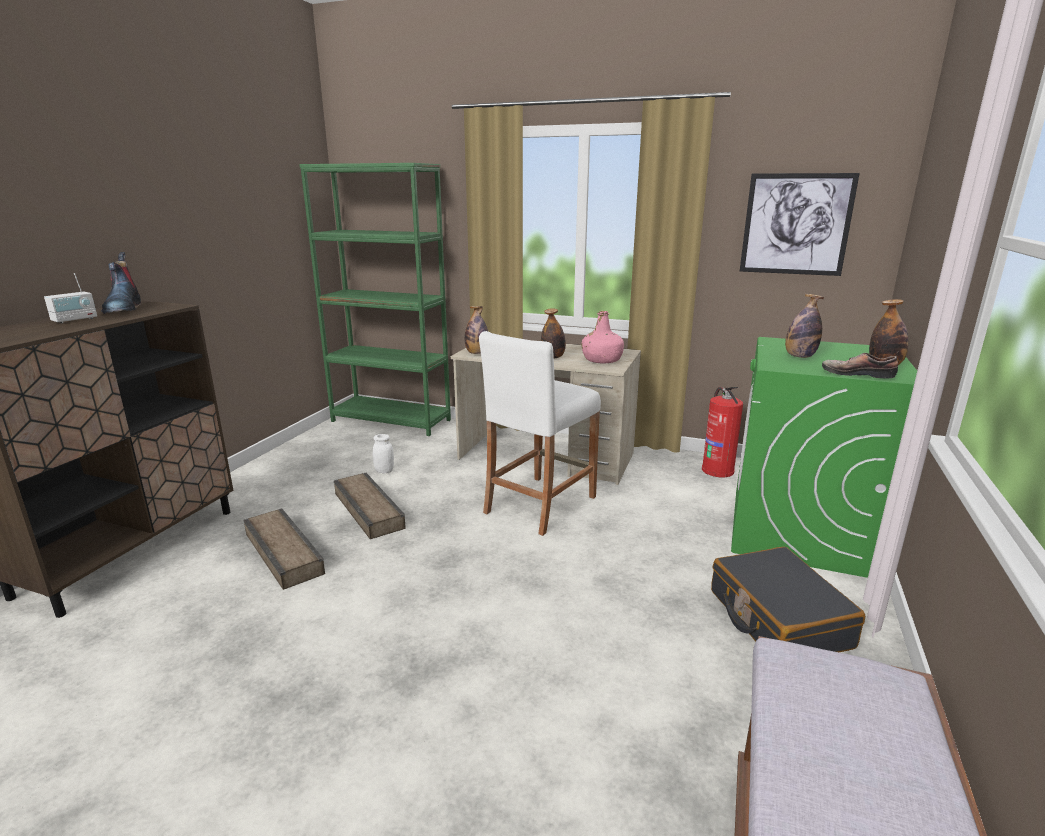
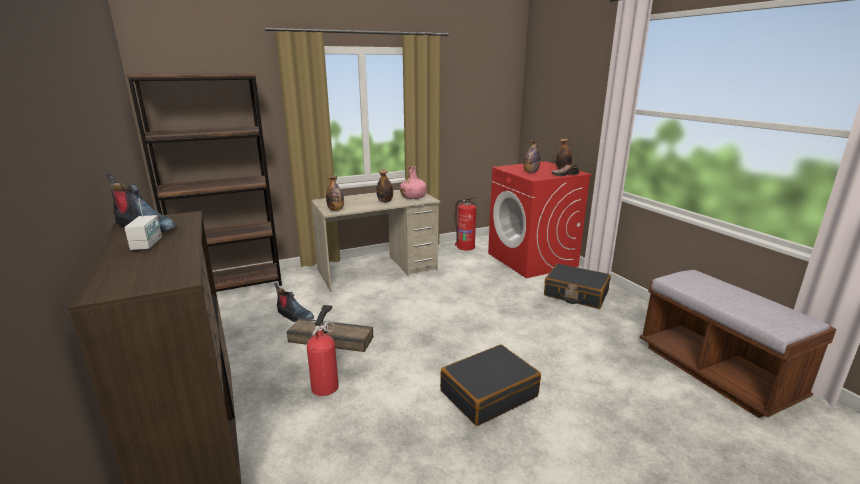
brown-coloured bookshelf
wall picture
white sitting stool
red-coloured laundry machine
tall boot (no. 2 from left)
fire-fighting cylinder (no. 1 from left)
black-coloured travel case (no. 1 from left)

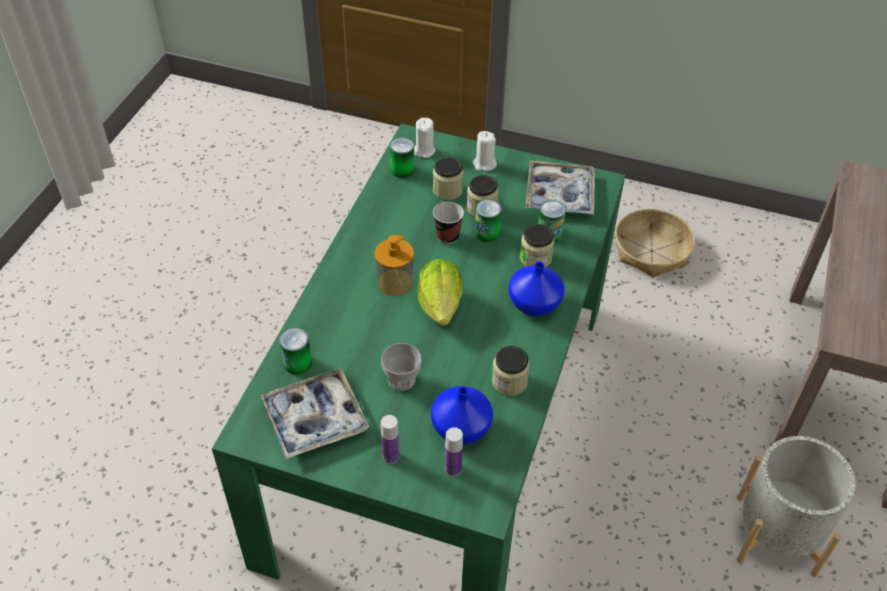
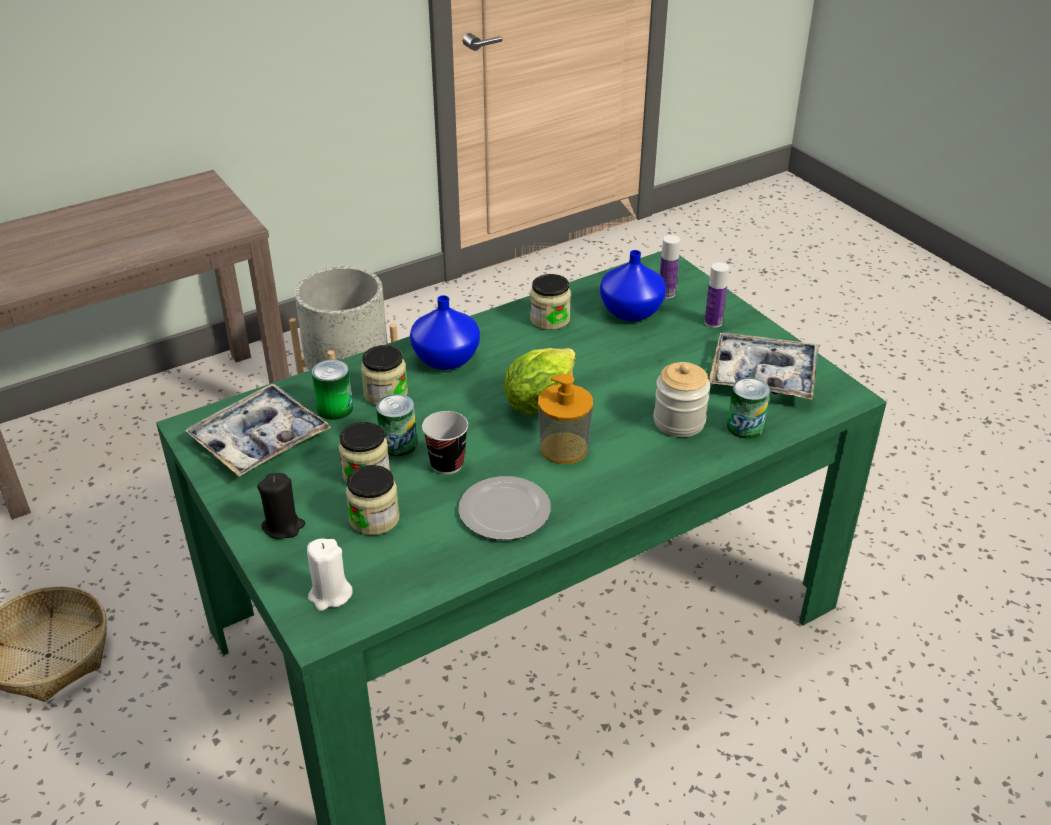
black-coloured candle
metal can (no. 2 from left in the first image)
cup (no. 1 from left in the first image)
preserve jar (no. 5 from left)
plate

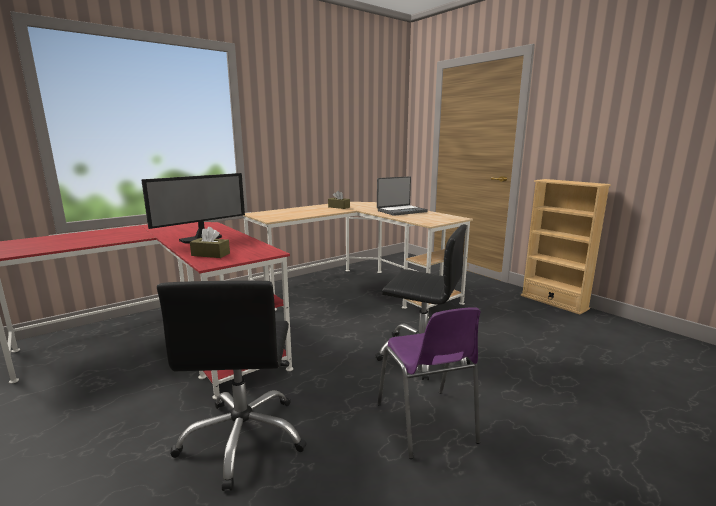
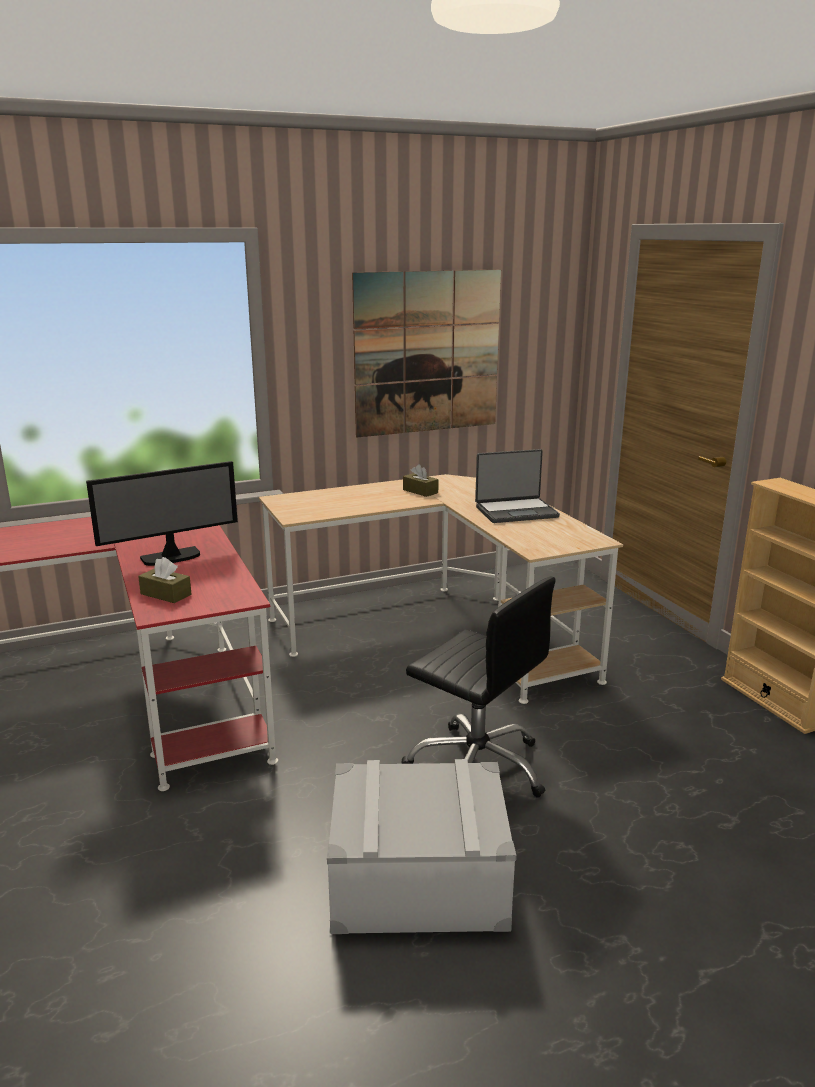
black-coloured desk chair (no. 1 from left in the first image)
greyish storage box
wall picture

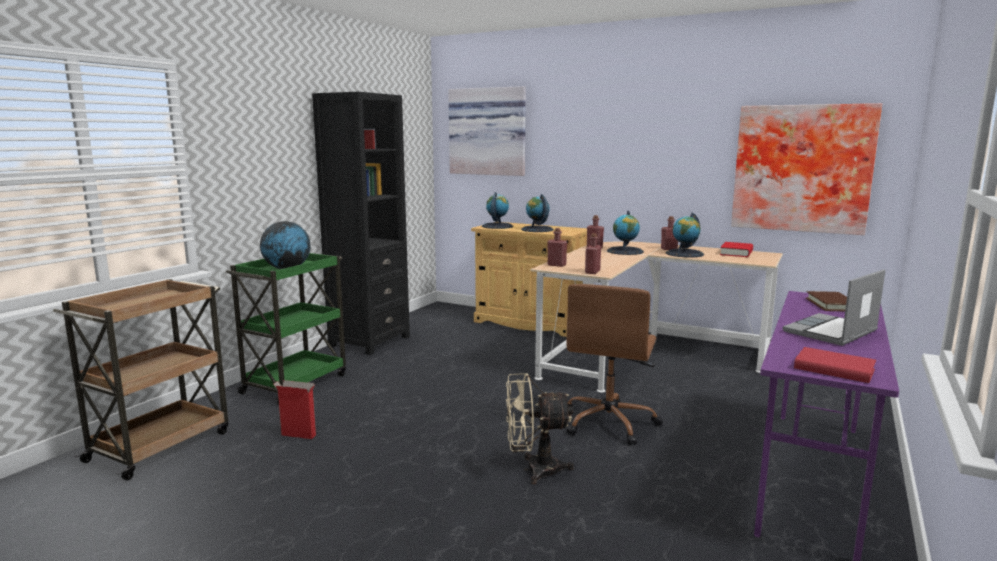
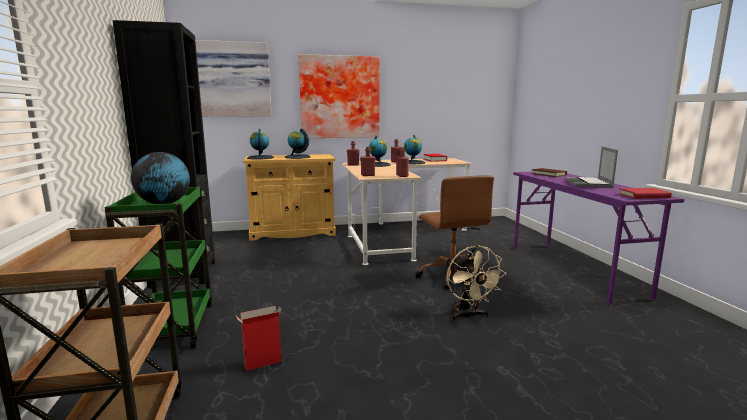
wall picture (no. 2 from left)
sand-coloured electric fan

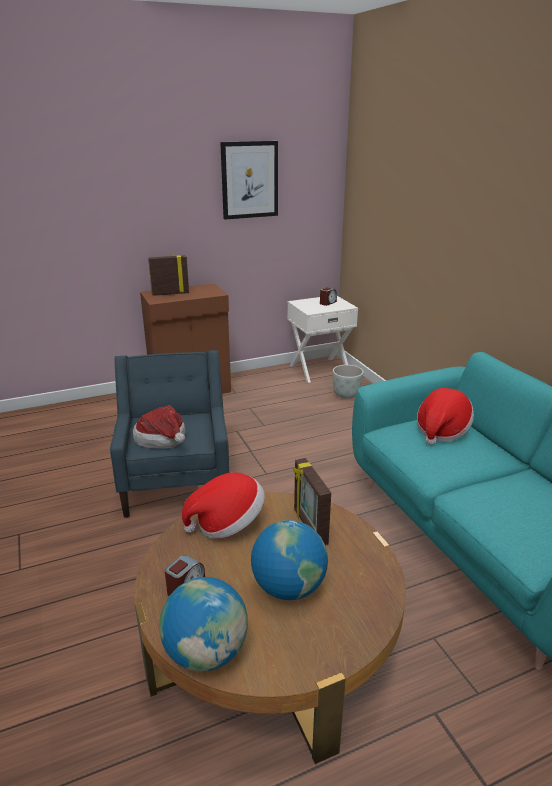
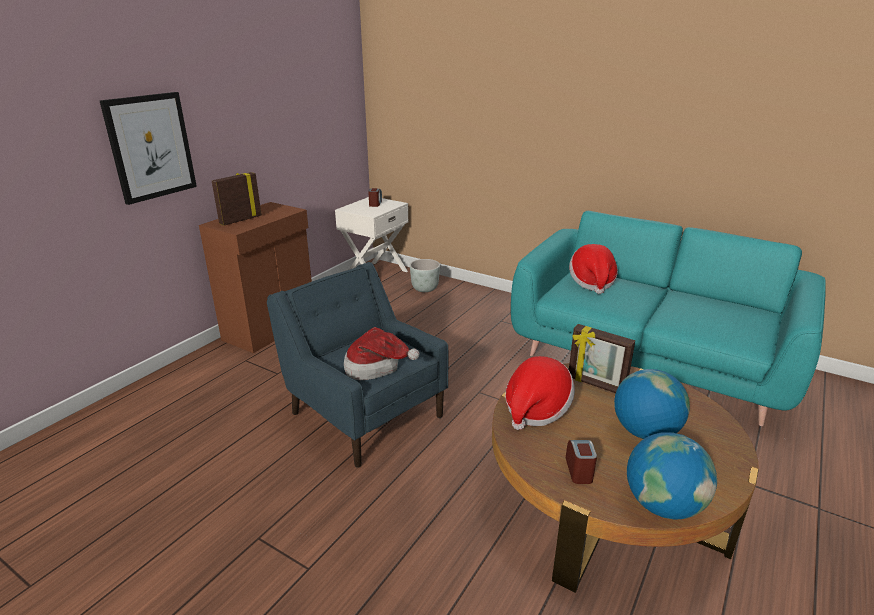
wall picture

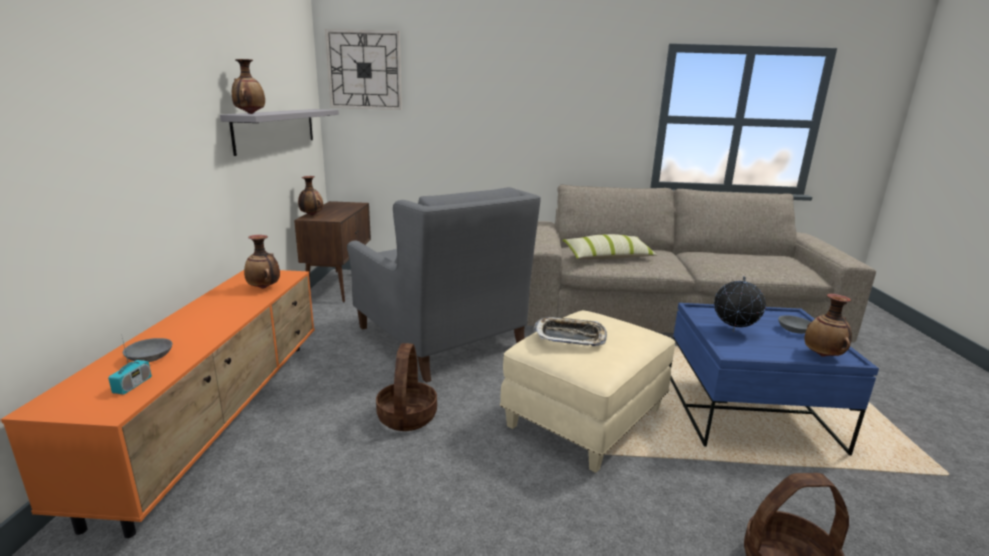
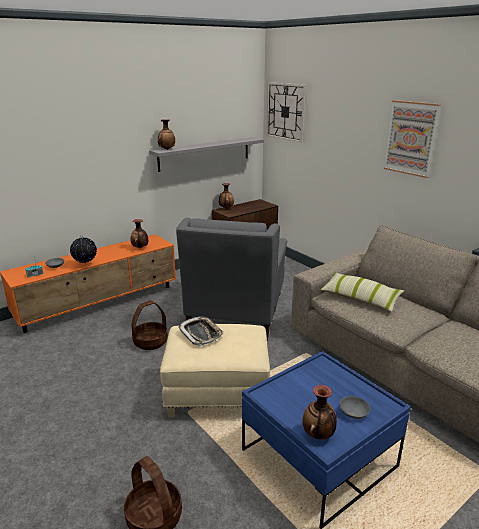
desk globe
wall picture

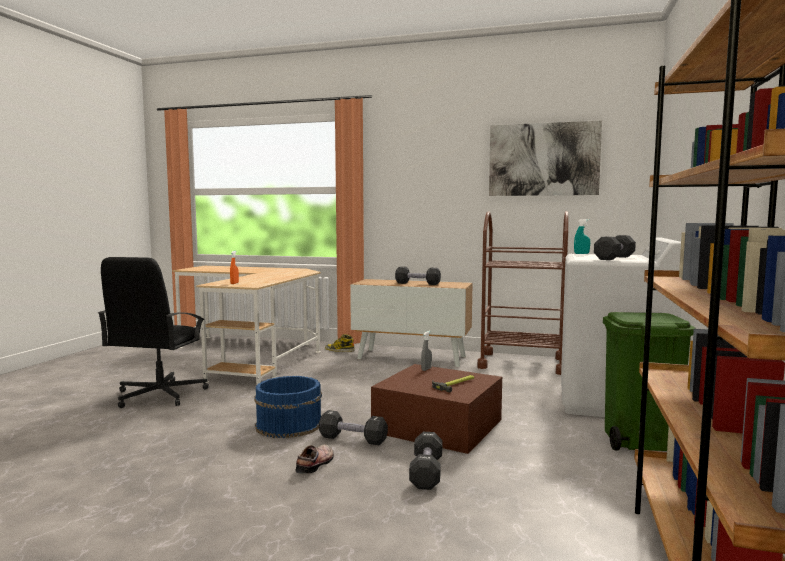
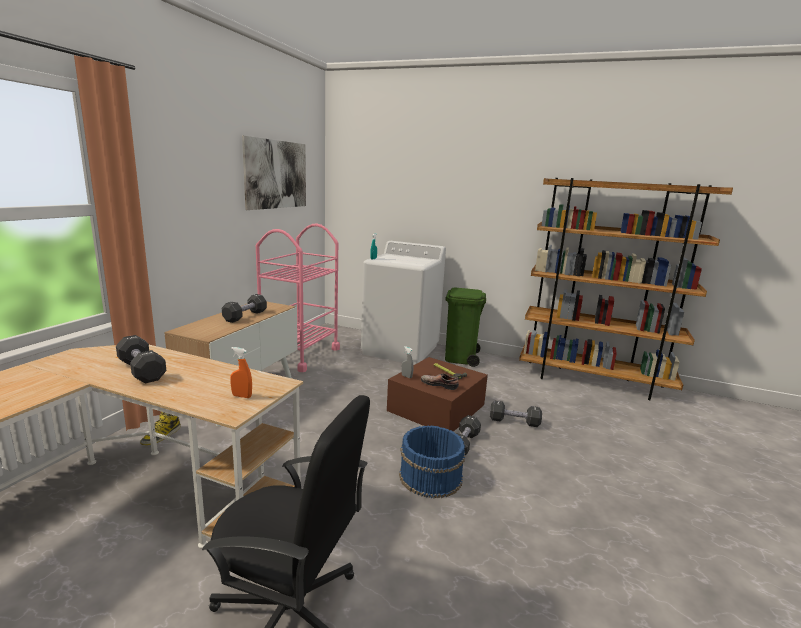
pink-coloured cart
black-coloured dumbbell (no. 1 from left)
shoe

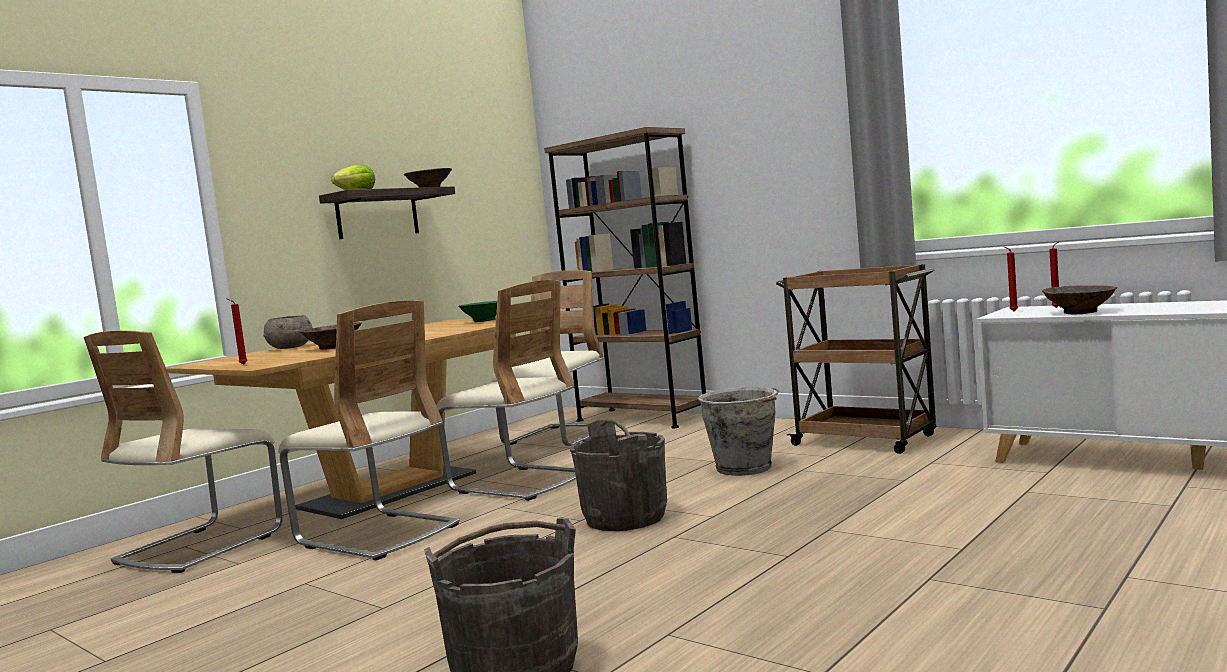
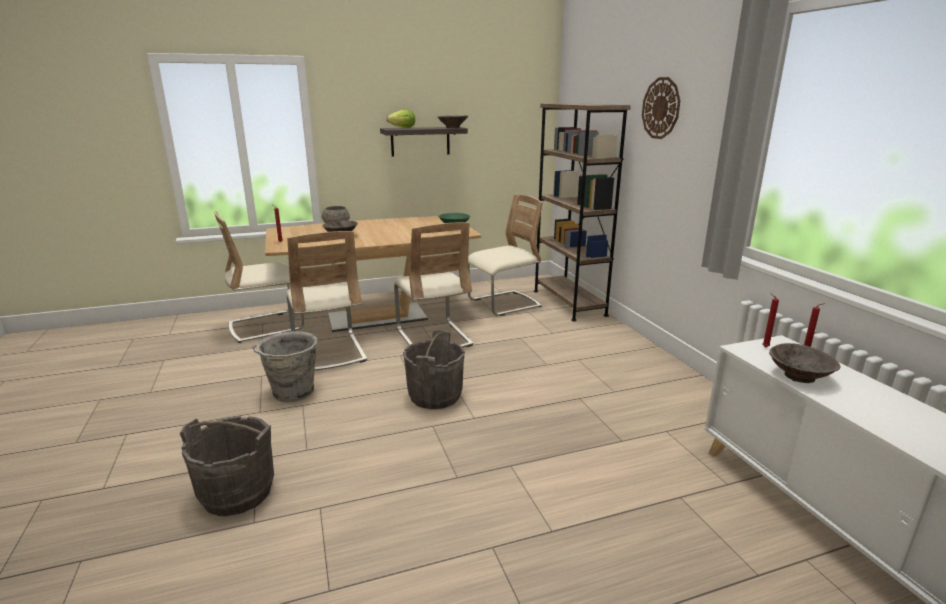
brown-coloured cart
greyish pail (no. 2 from left)
wall clock

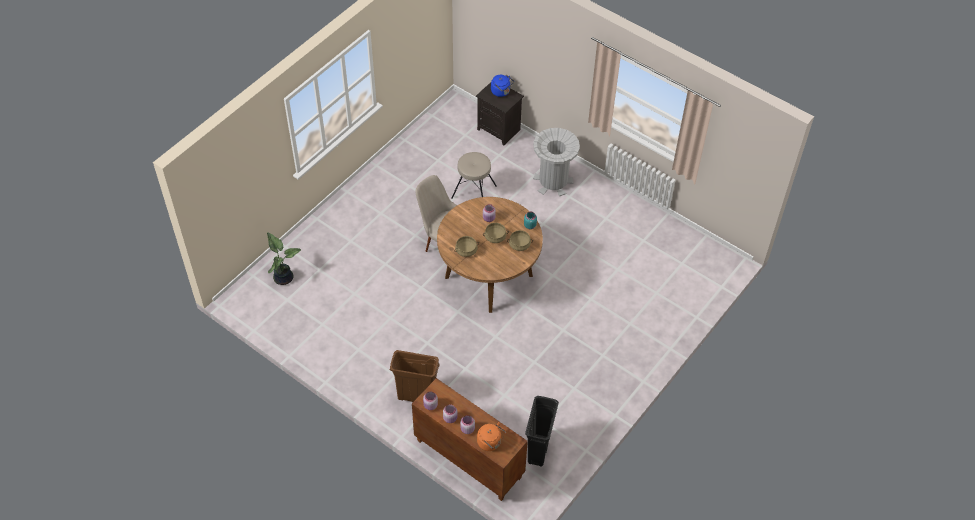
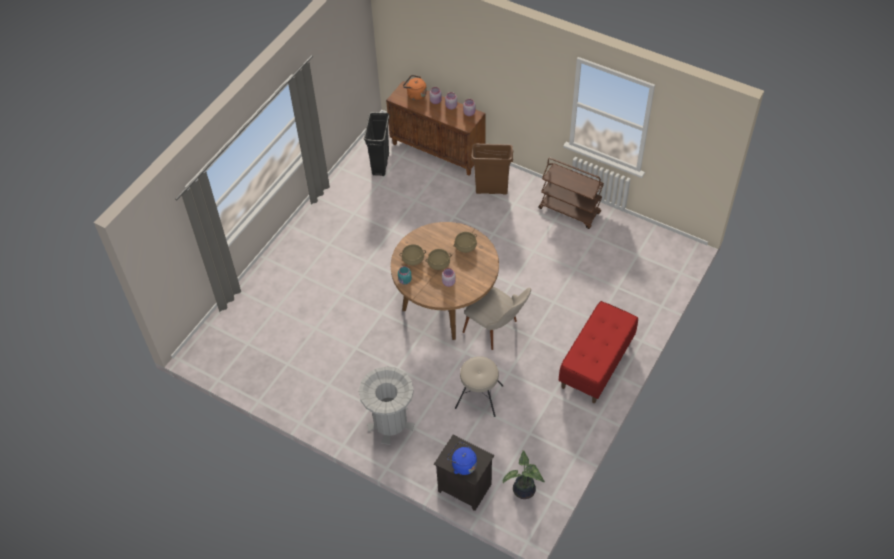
potted plant
brown-coloured cart
red-coloured long seat

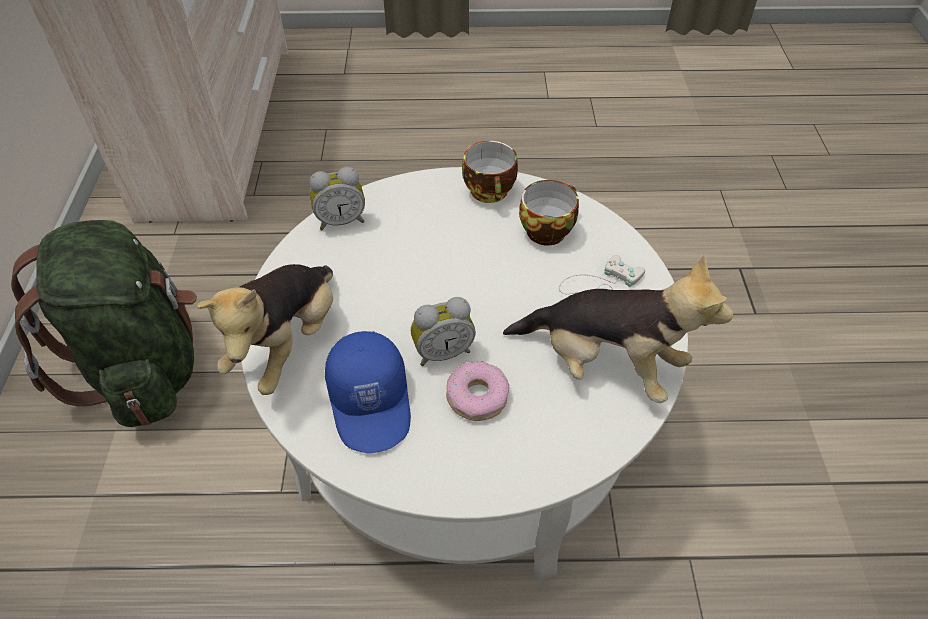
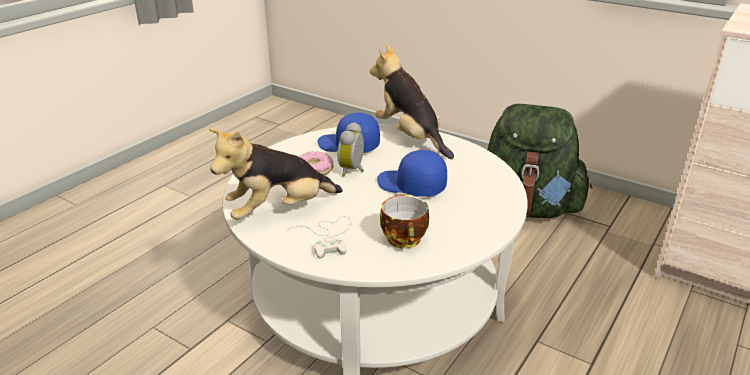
cup (no. 1 from left in the first image)
bedside clock (no. 1 from left in the first image)
blue-coloured peaked cap (no. 2 from left)

